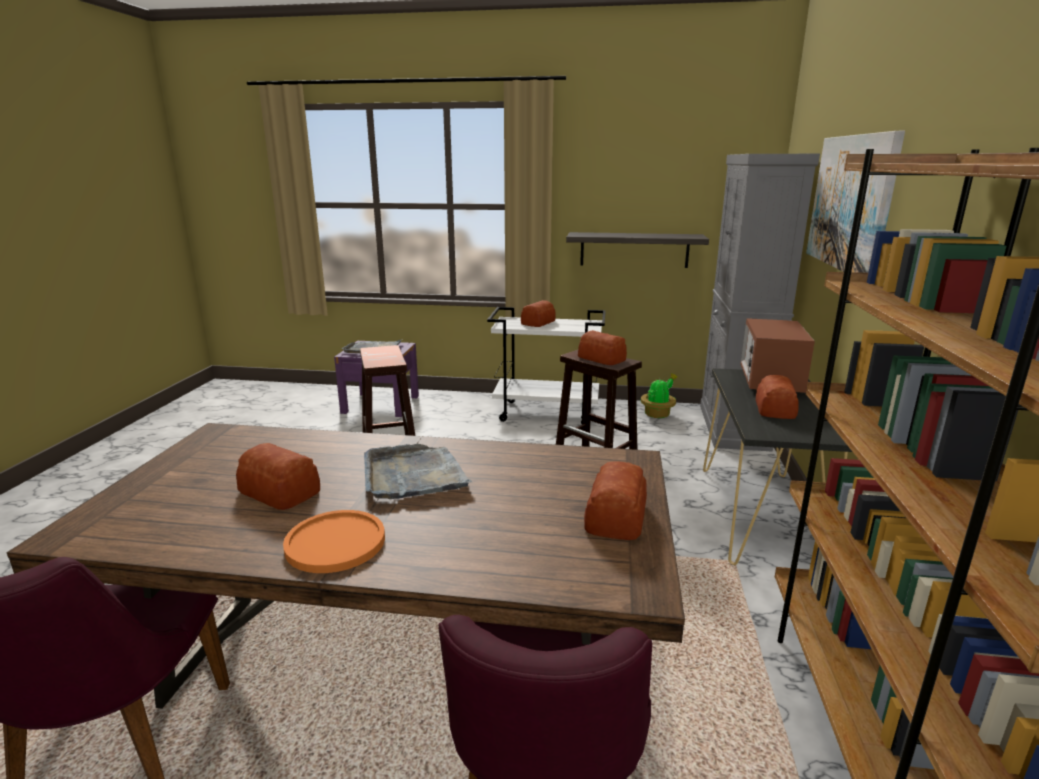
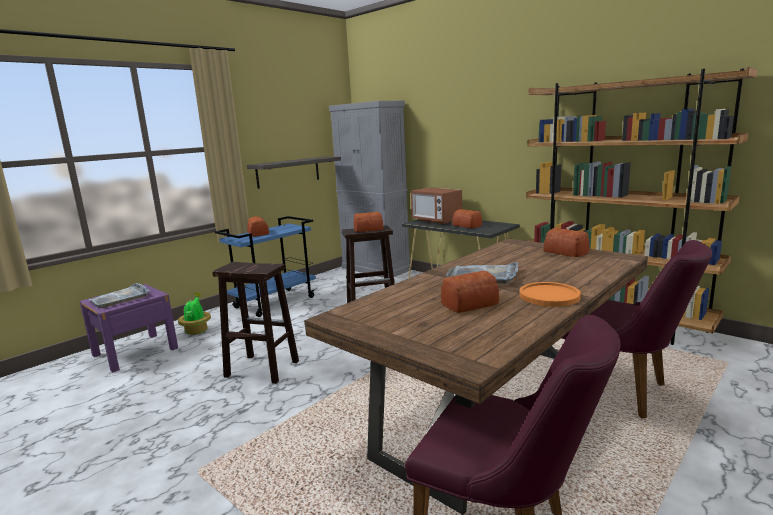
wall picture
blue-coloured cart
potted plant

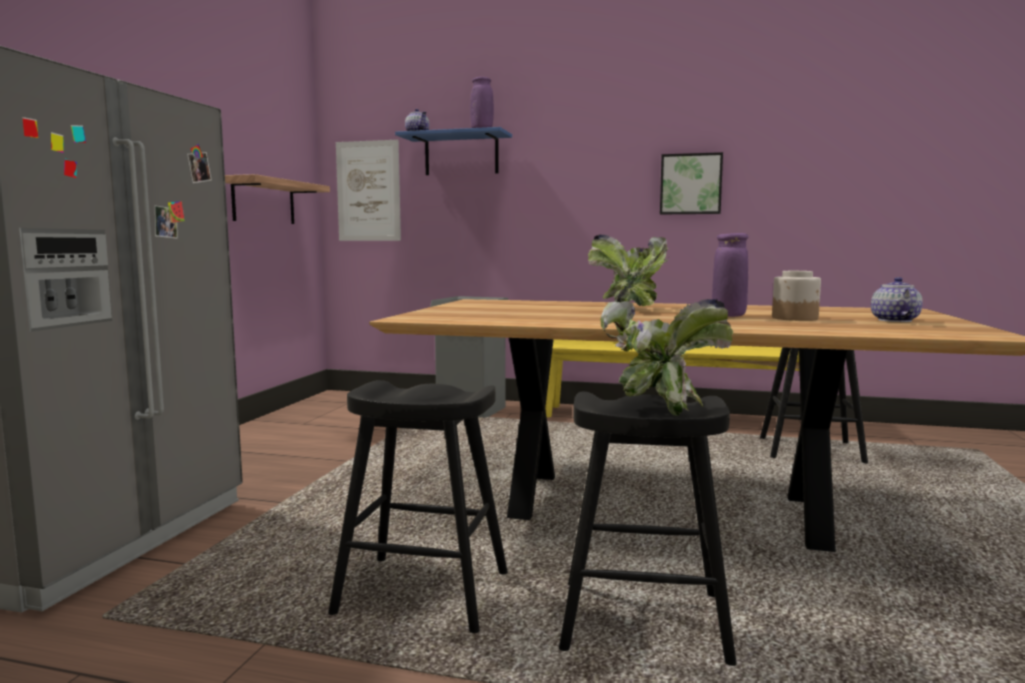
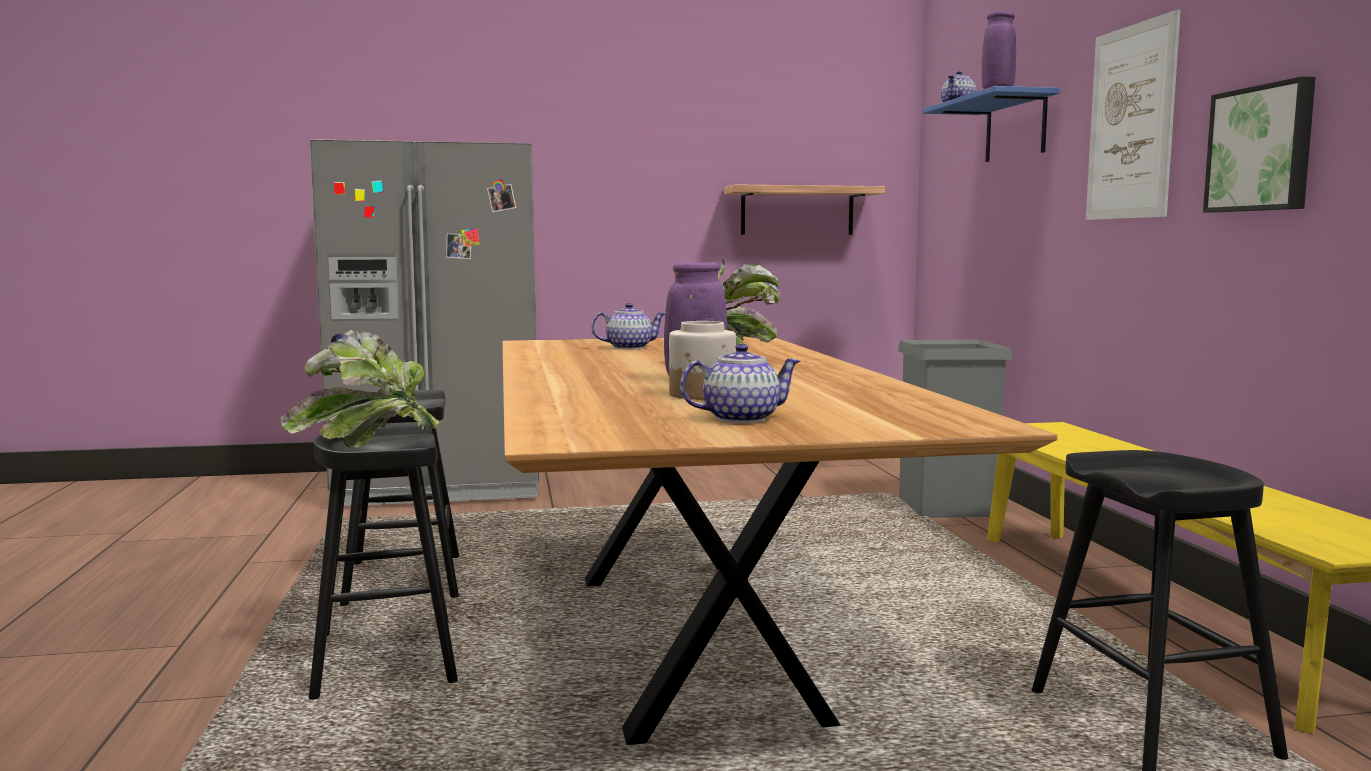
wall picture (no. 1 from left)
pot for tea (no. 1 from left)

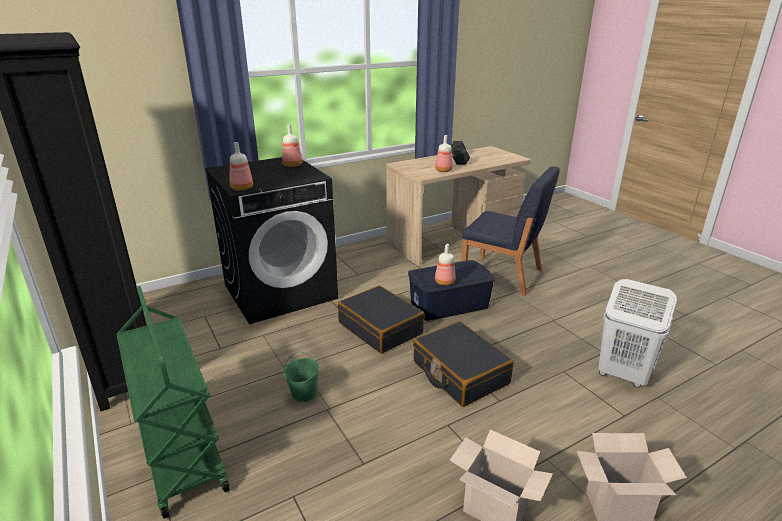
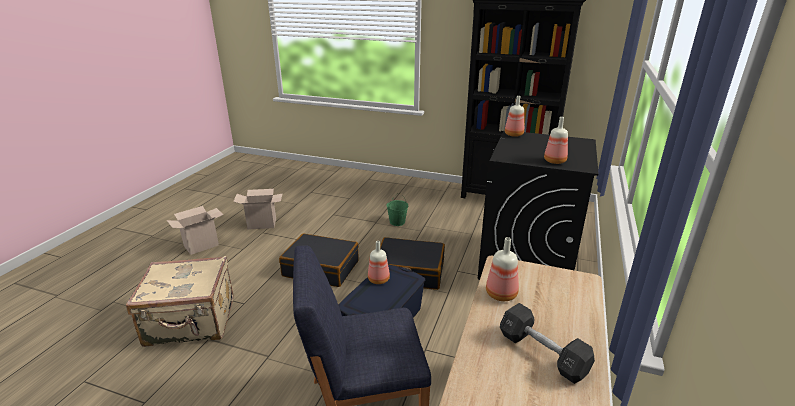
sand-coloured travel case
green cart

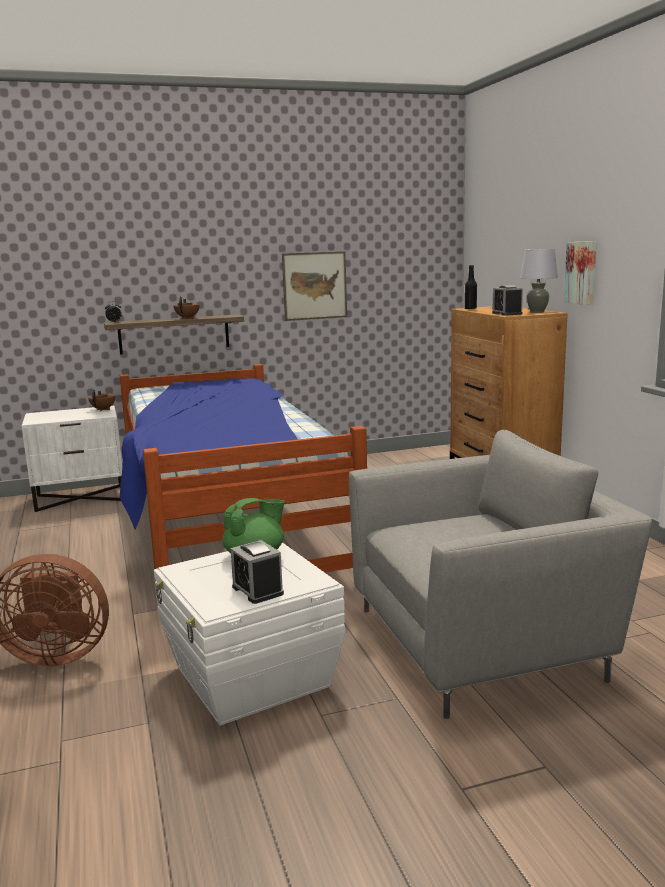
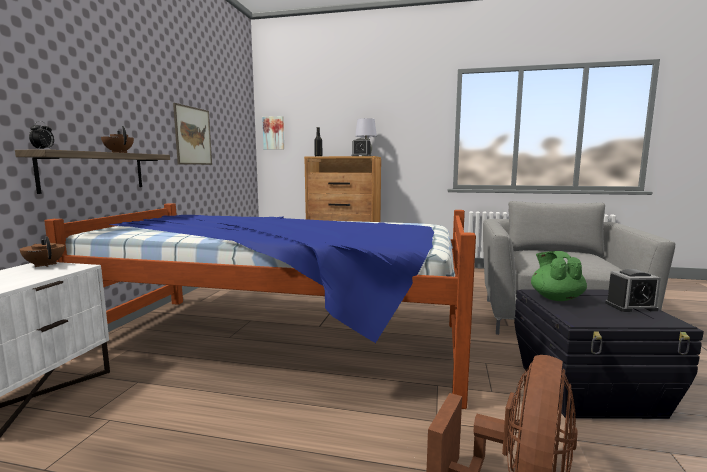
wall picture (no. 2 from left)
black-coloured storage box

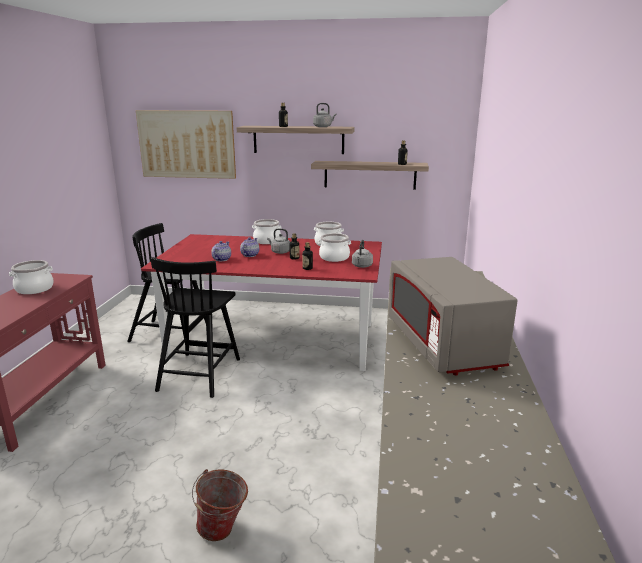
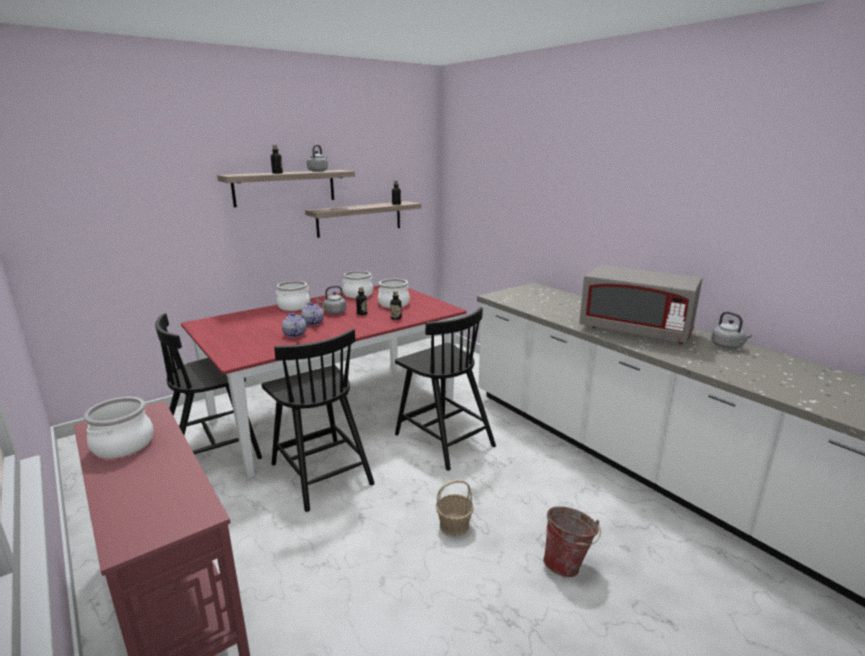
wall picture
greyish water kettle (no. 3 from left)
black-coloured plain chair (no. 3 from left)
household basket

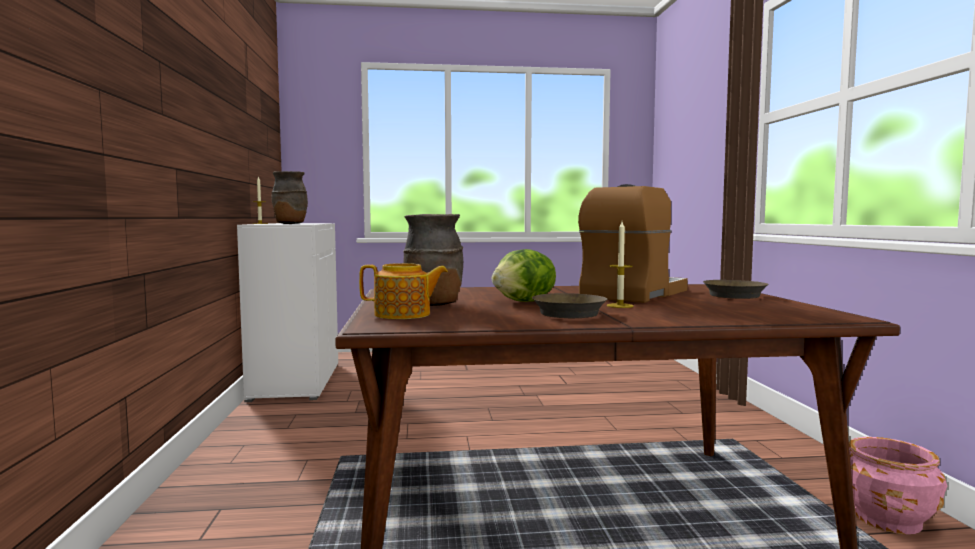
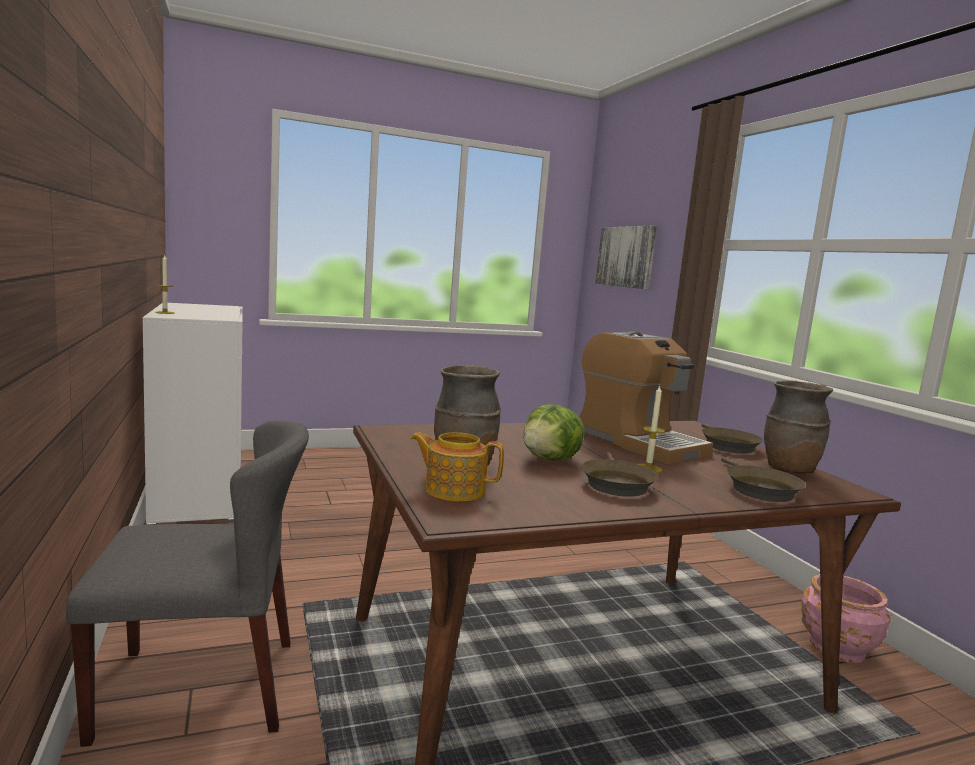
brown-coloured flower vase (no. 2 from left)
coffee maker
pot for tea
wall picture
greyish plain chair
brown-coloured skillet (no. 3 from left)

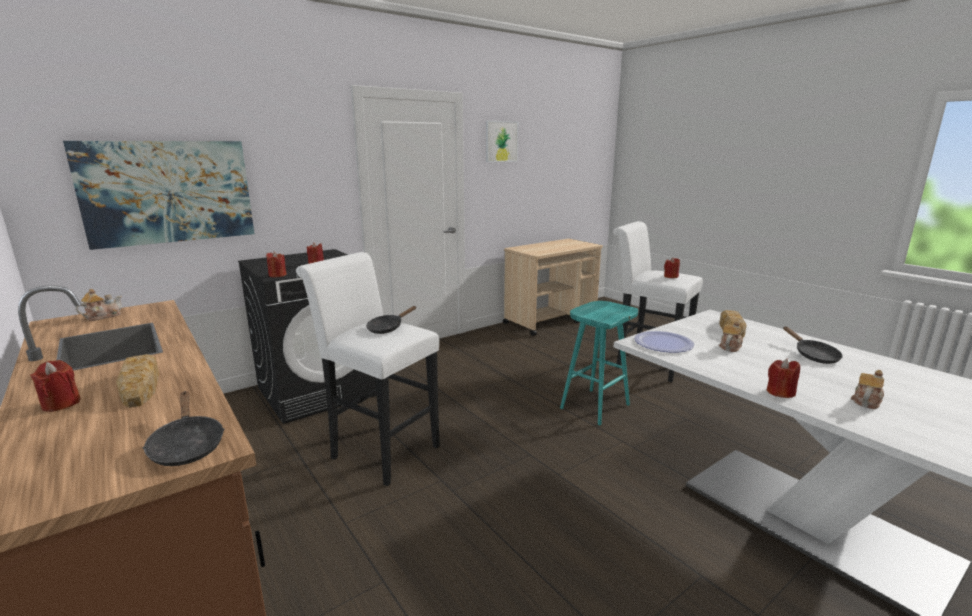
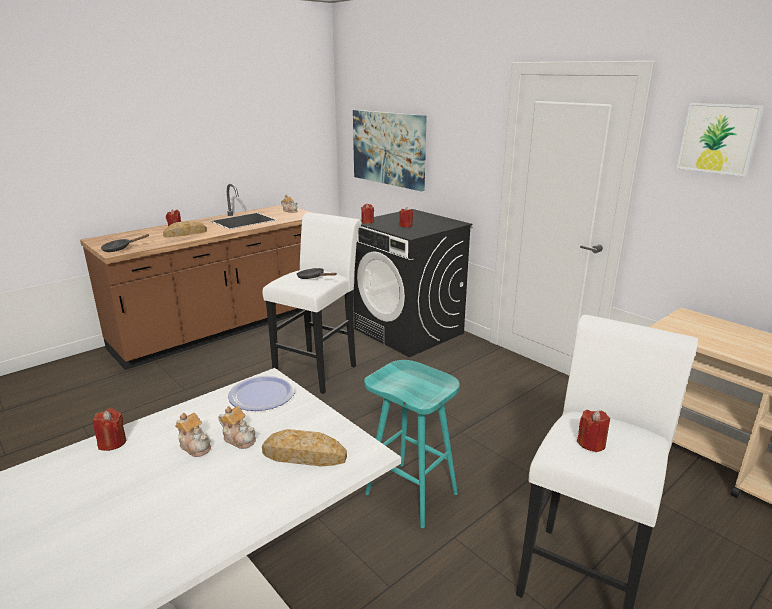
black-coloured skillet (no. 3 from left in the first image)
pot for tea (no. 1 from left)

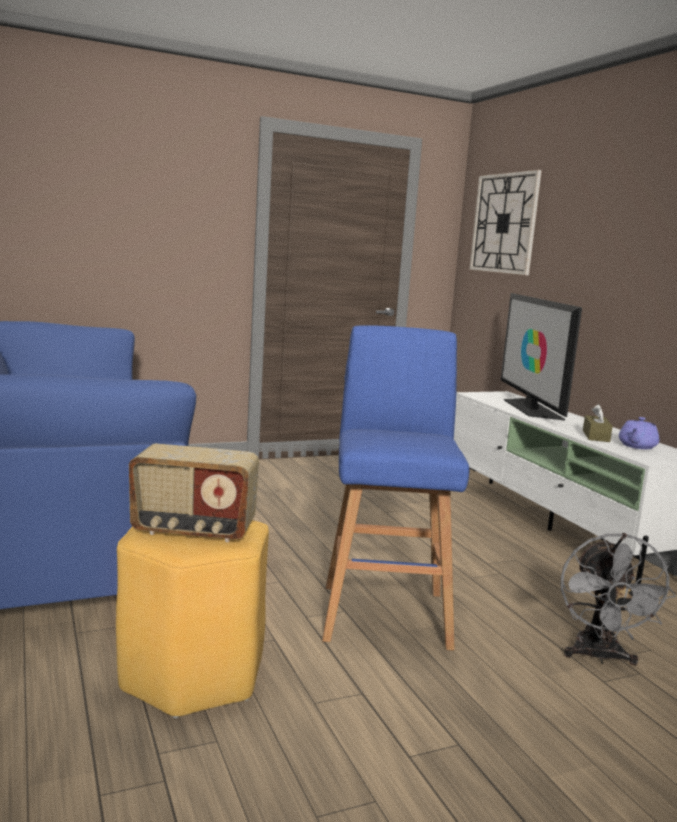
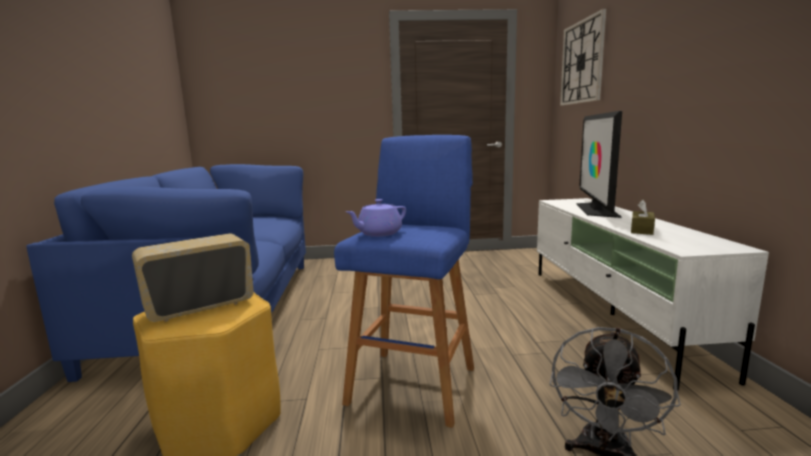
purplish pot for tea
radio

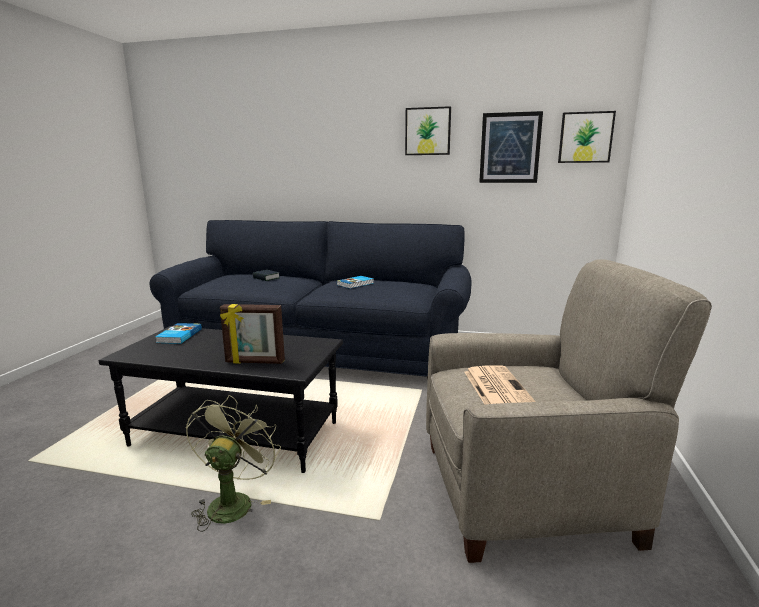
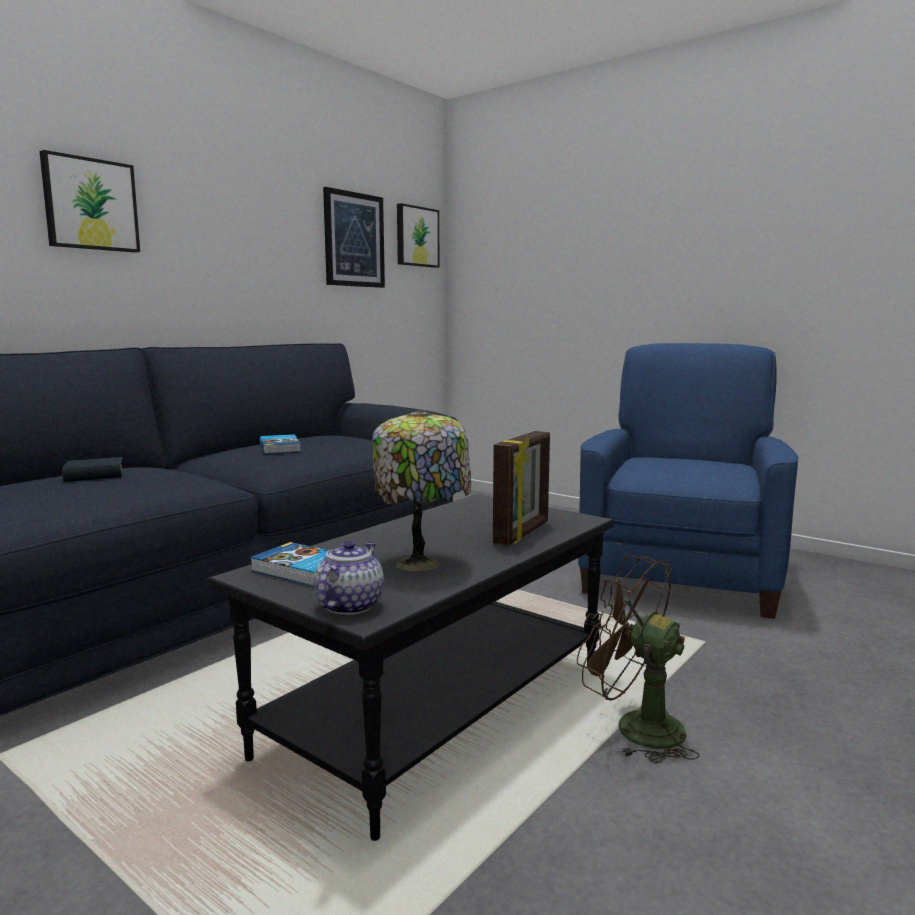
wall picture (no. 1 from left)
blue-coloured armchair
newspaper
brown-coloured electric fan
lamp for a table
pot for tea

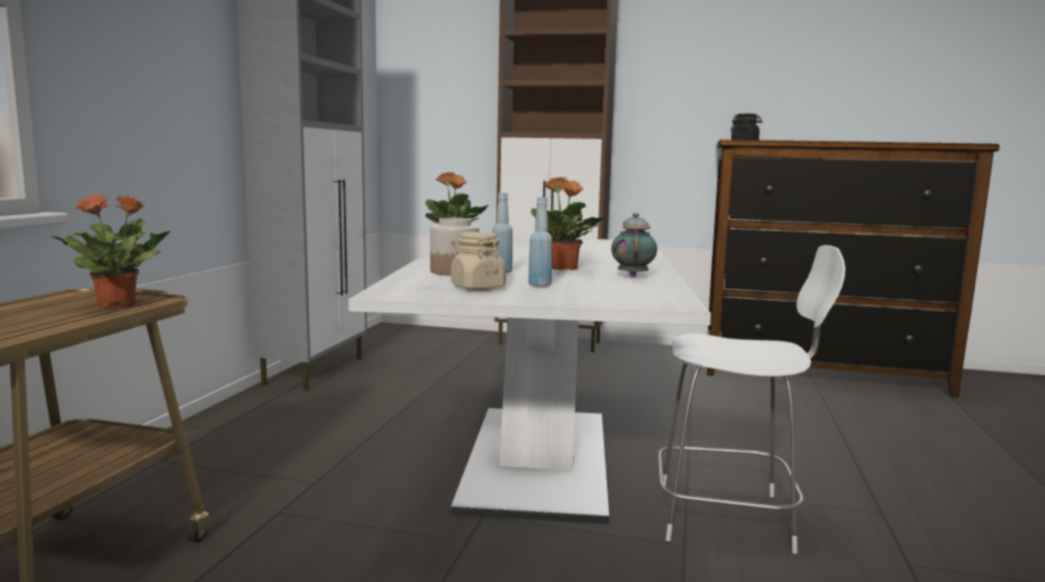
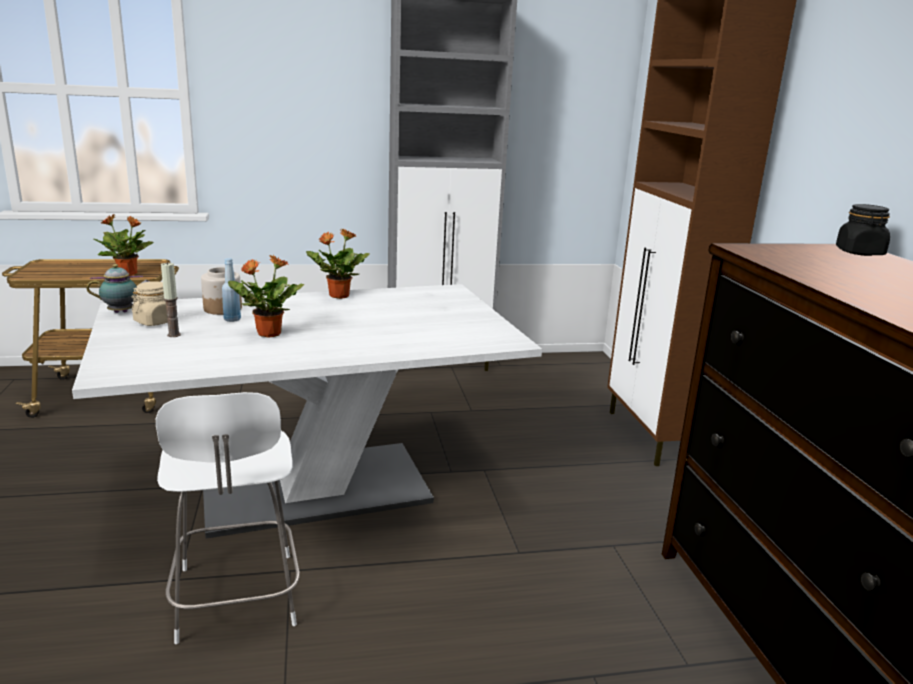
candle
pot for tea

